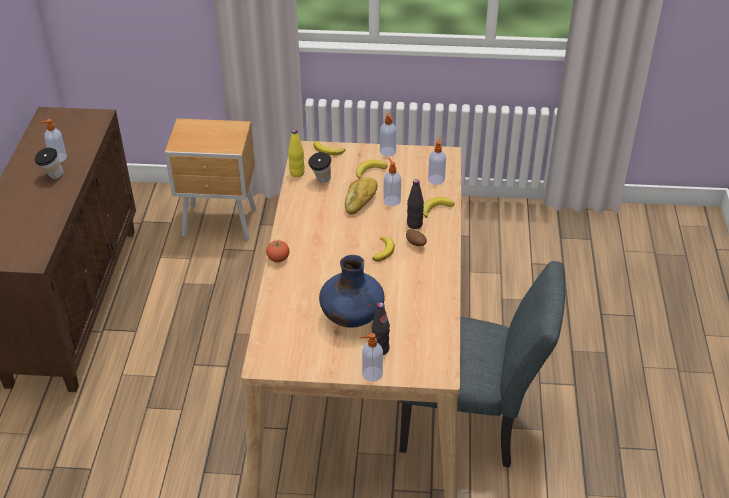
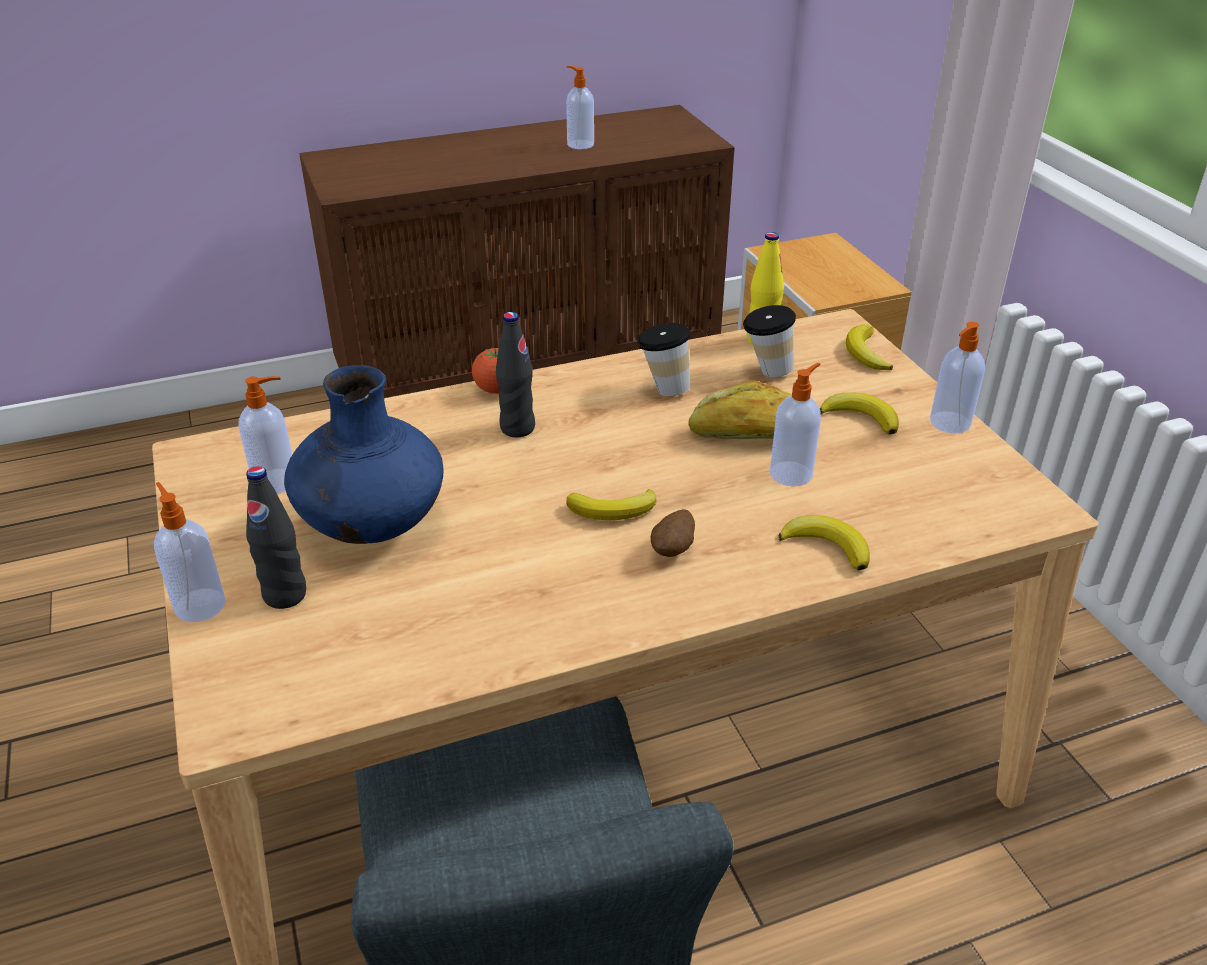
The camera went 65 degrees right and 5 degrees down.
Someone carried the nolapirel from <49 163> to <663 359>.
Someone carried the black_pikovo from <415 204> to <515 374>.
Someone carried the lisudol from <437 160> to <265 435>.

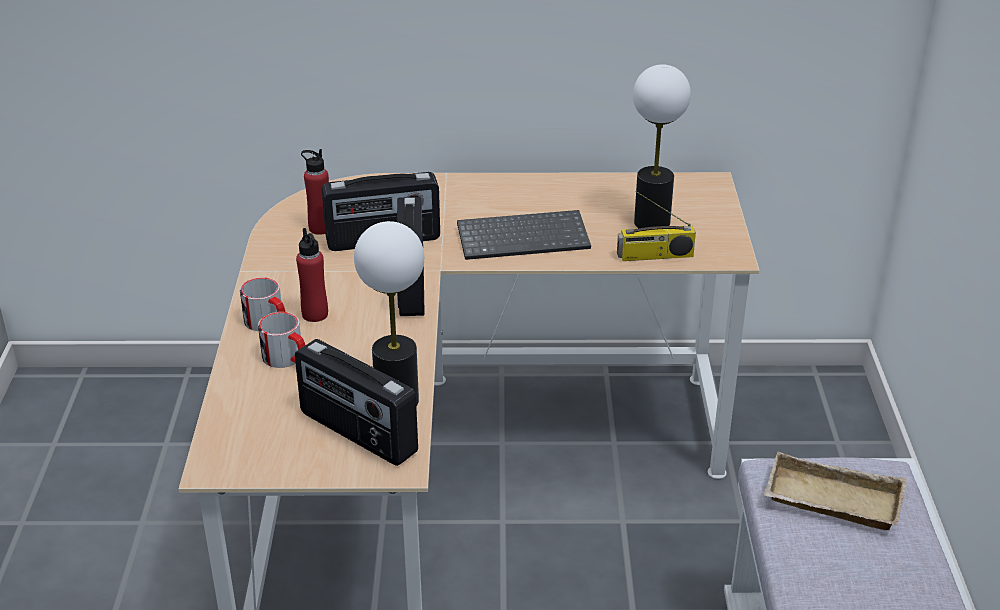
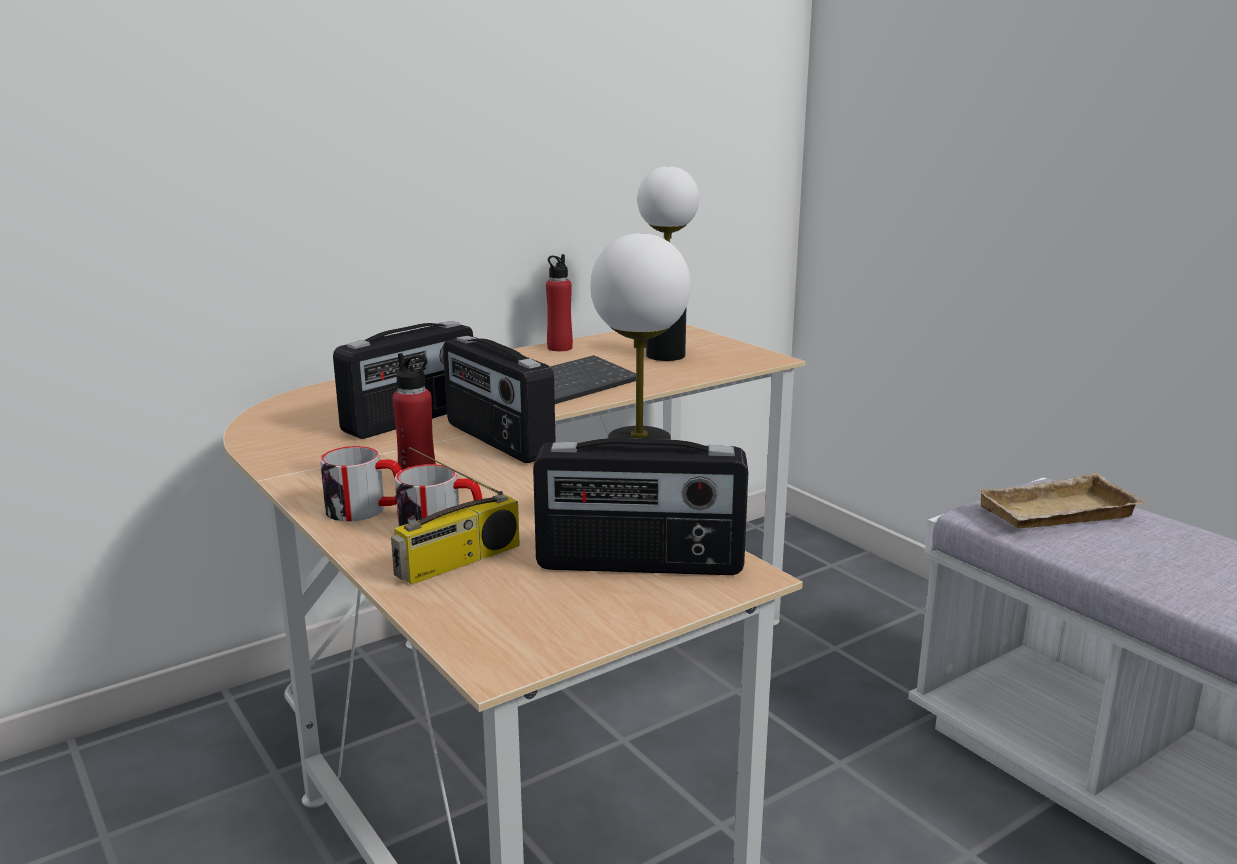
The camera went 35 degrees left and 15 degrees down.
Someone carried the red_pikovo from <315 192> to <559 302>.
Someone carried the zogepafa from <656 226> to <455 516>.

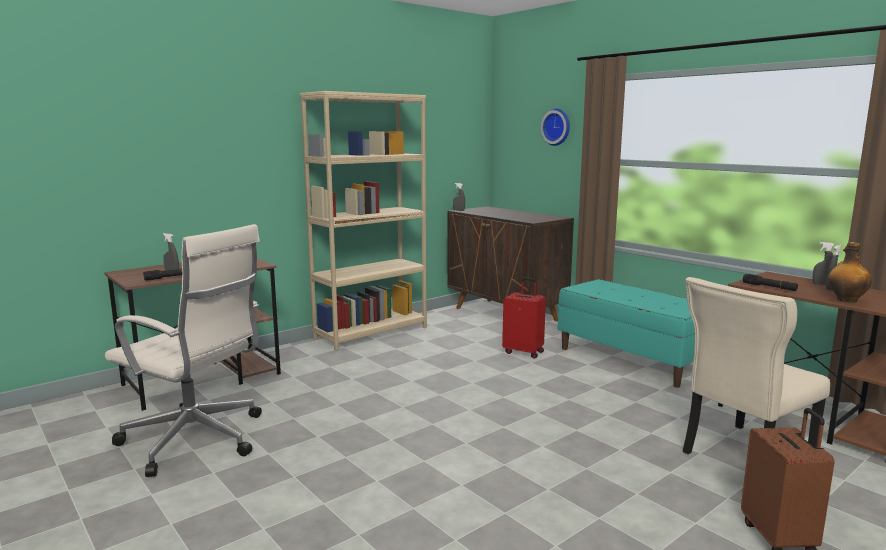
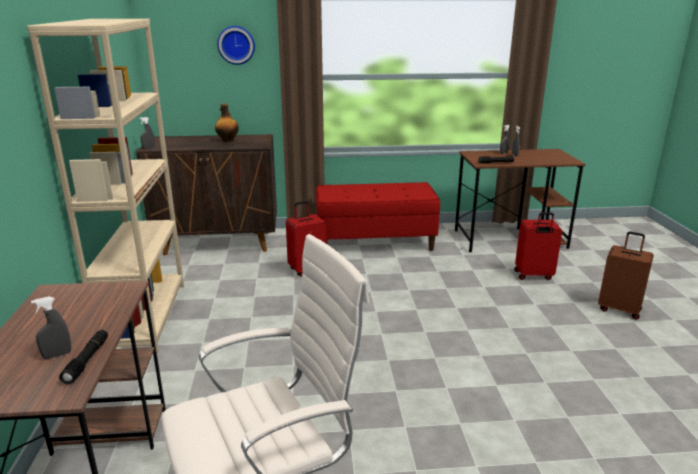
The camera went 55 degrees left and 10 degrees up.
Someone carried the pikovo from <850 272> to <227 122>.
Someone swapped the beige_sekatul at <756 365> for the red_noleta at <538 246>.
Someone repainted the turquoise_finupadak at <626 333>, which became the red_finupadak at <378 216>.

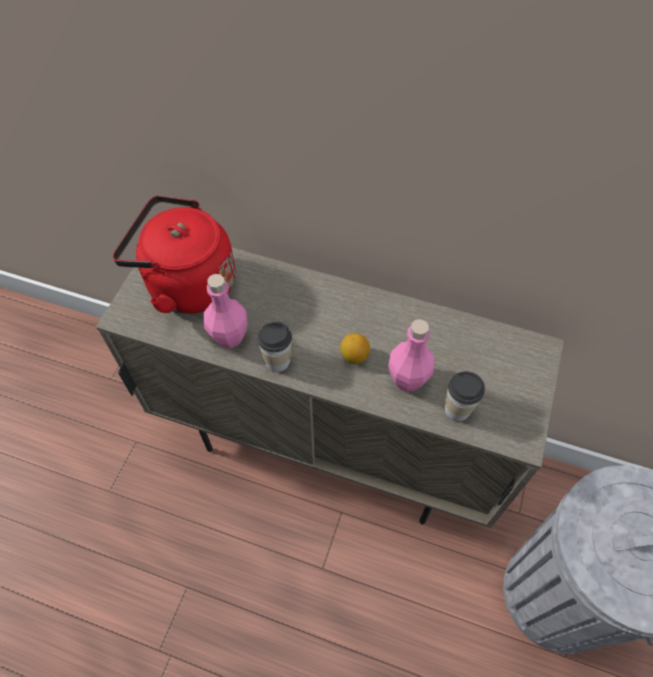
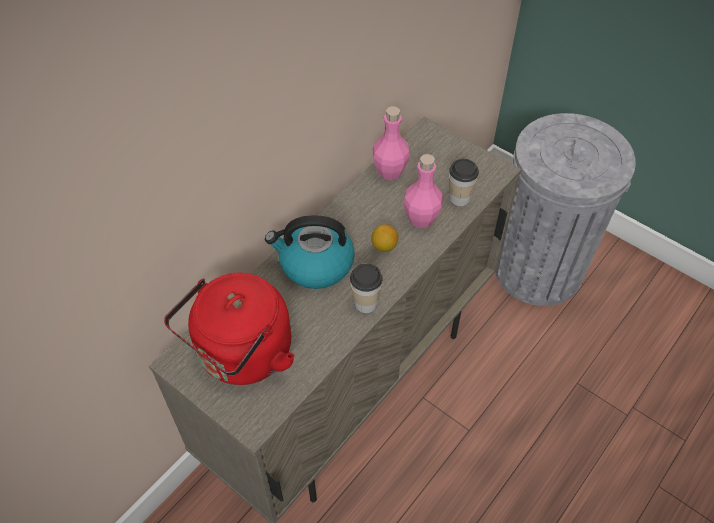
The camera went 70 degrees left and 5 degrees down.
Someone put down the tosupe at <310 252>.
Someone carried the pink_pikovo from <225 311> to <391 143>.

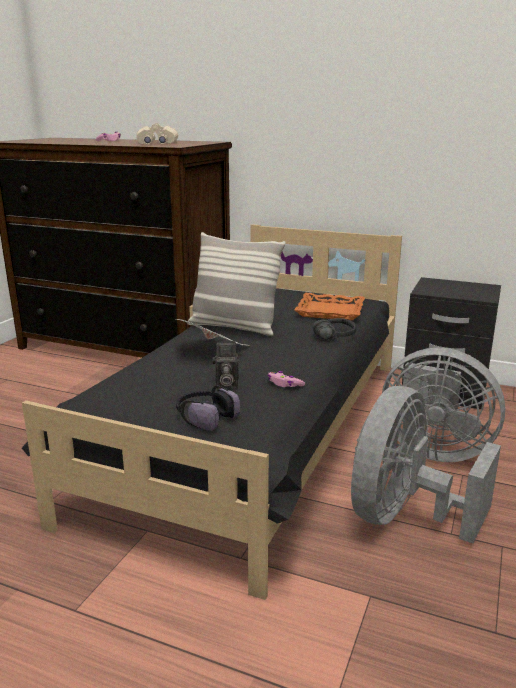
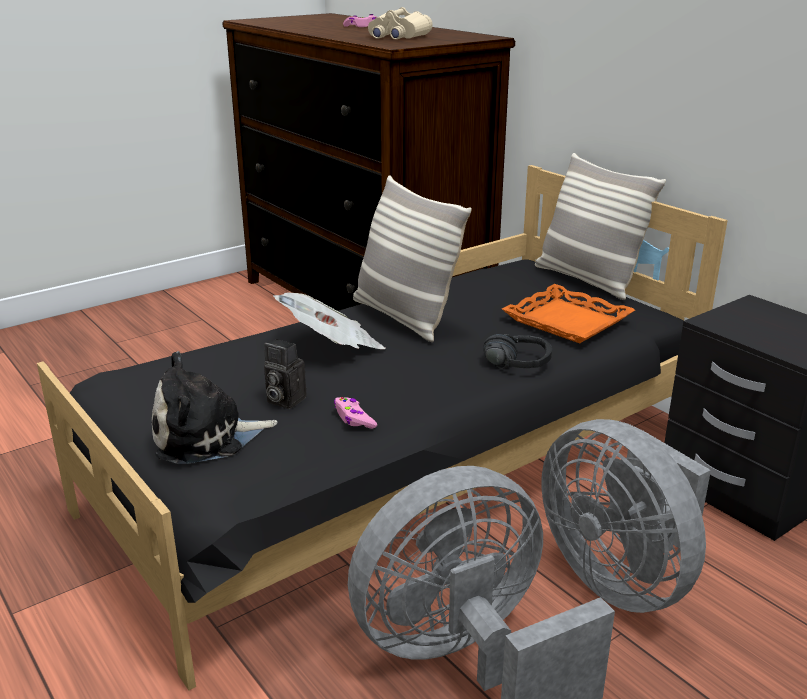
The camera went 30 degrees right and 5 degrees up.
Someone put down the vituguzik at <600 226>.
Someone swapped the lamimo at <208 408> for the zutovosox at <215 407>.

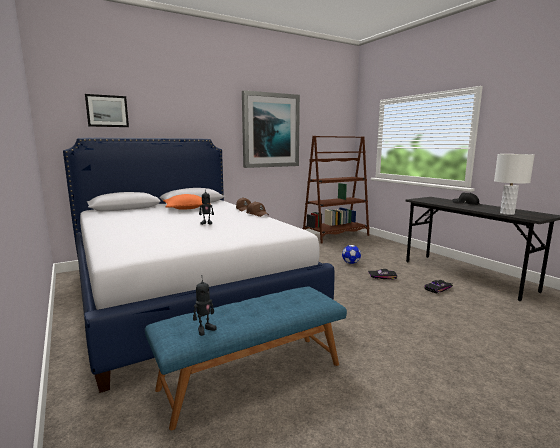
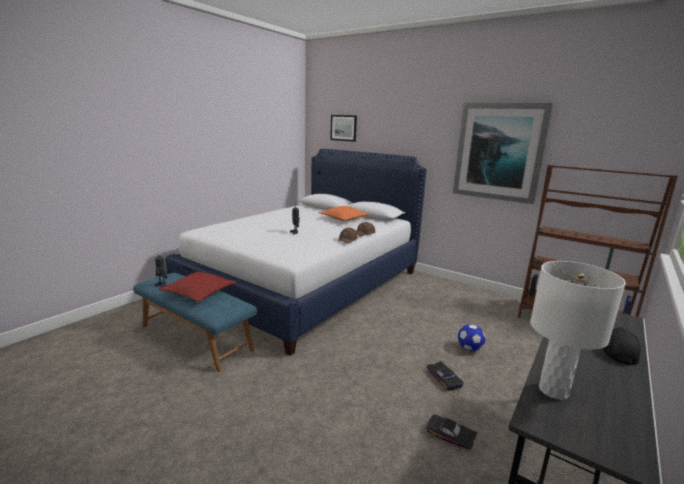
The camera went 65 degrees right and 5 degrees up.
Someone put down the red_vituguzik at <197 286>.

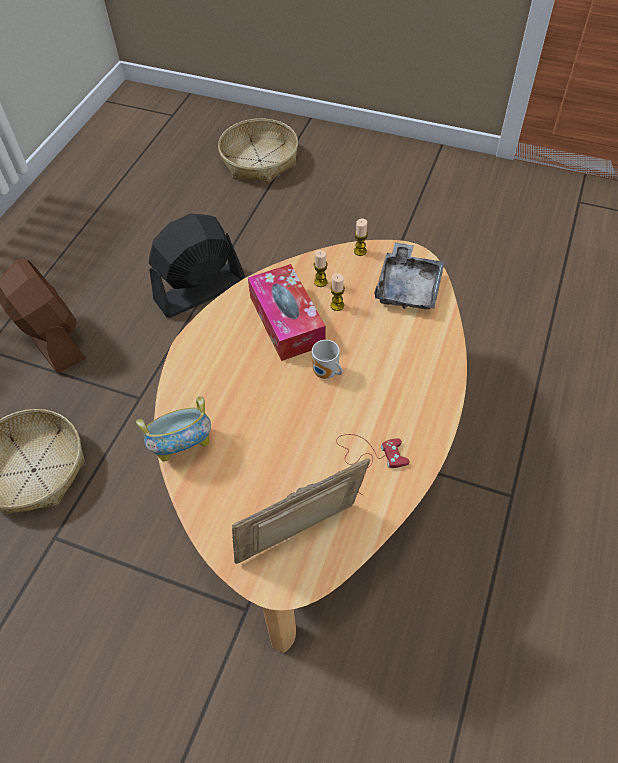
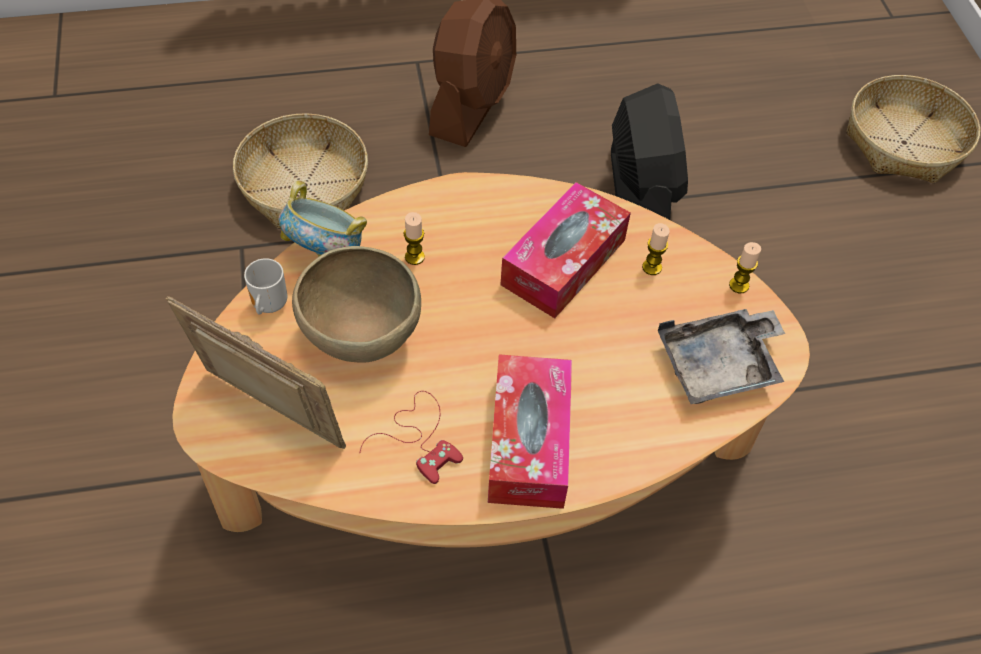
The camera went 55 degrees right and 0 degrees up.
Someone put down the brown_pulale at <356 304>.
Someone put down the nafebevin at <530 431>.
Someone carried the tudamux from <327 359> to <265 286>.
Someone carried the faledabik from <337 292> to <414 238>.
Someone rotated the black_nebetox at <197 266> by 60 degrees clockwise.

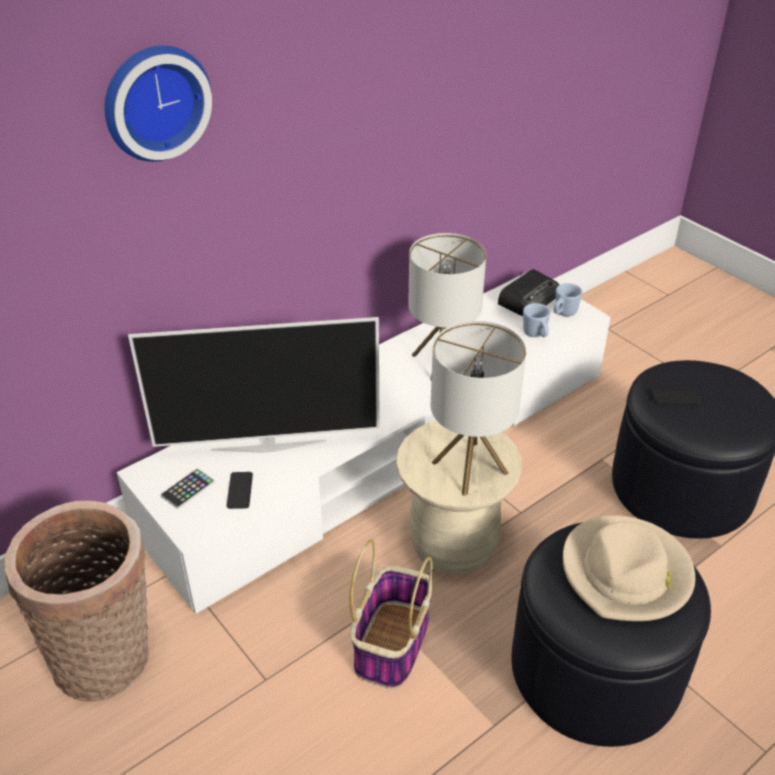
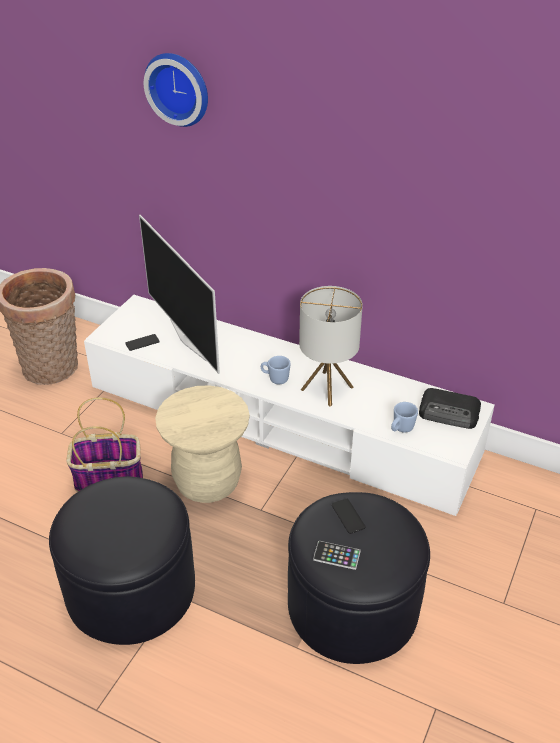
The camera went 65 degrees right and 0 degrees up.
Someone took away the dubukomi at <478 408>.
Someone took away the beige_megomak at <629 568>.
Someone carried the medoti from <188 489> to <337 555>.
Someone carried the blue_tudamux from <568 299> to <276 370>.

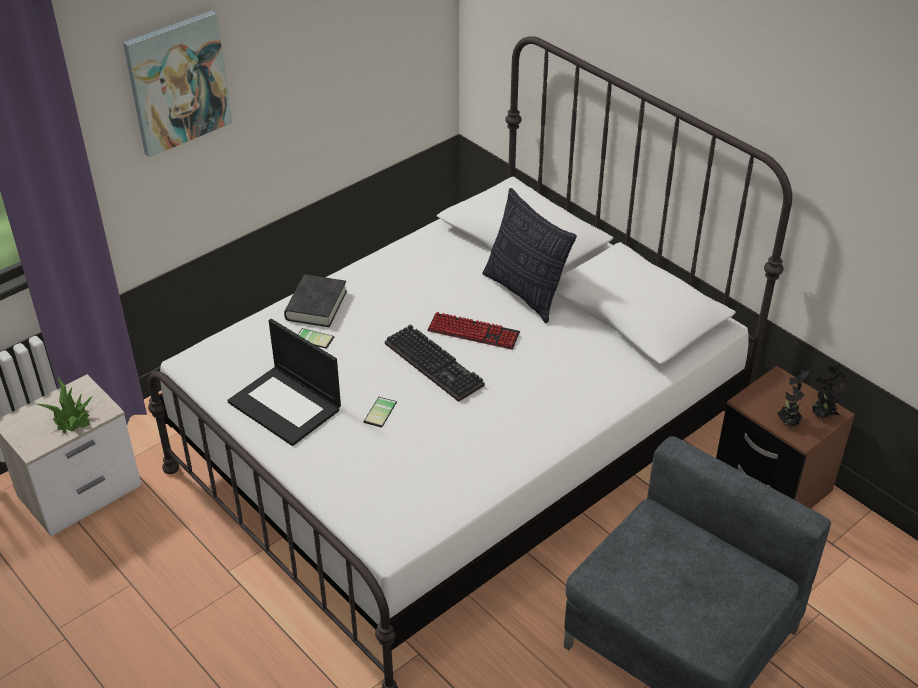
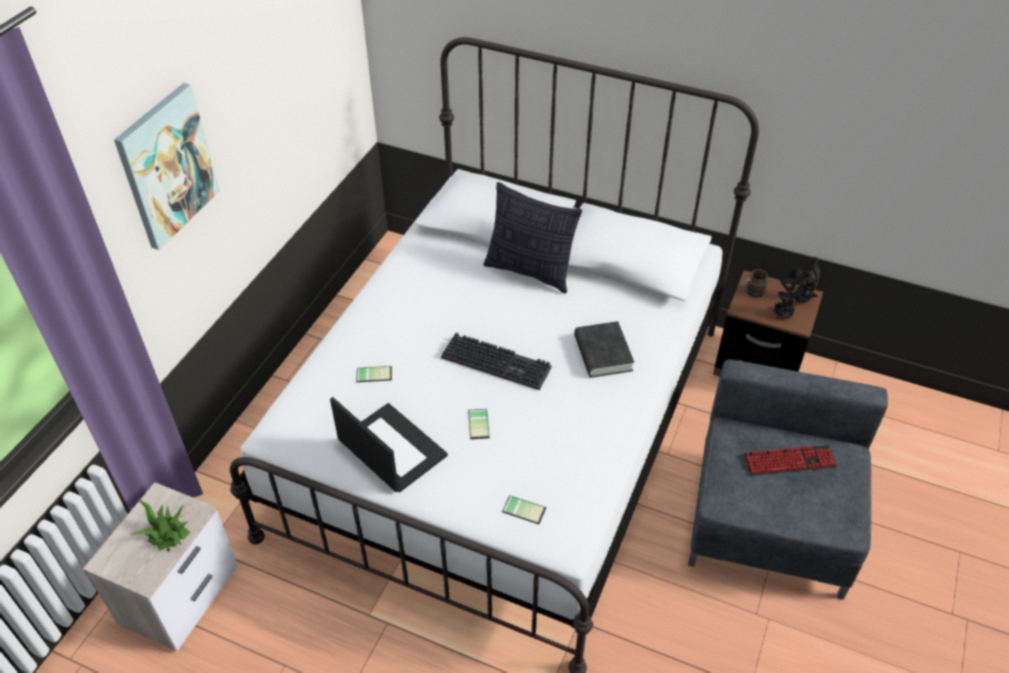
The camera went 25 degrees left and 5 degrees up.
Someone put down the medoti at <524 510>.
Someone put down the brown_tudamux at <755 283>.
Someone carried the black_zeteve from <315 301> to <604 349>.
Someone carried the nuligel from <473 331> to <790 460>.
Someone rotated the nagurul at <284 382> by 150 degrees counterclockwise.

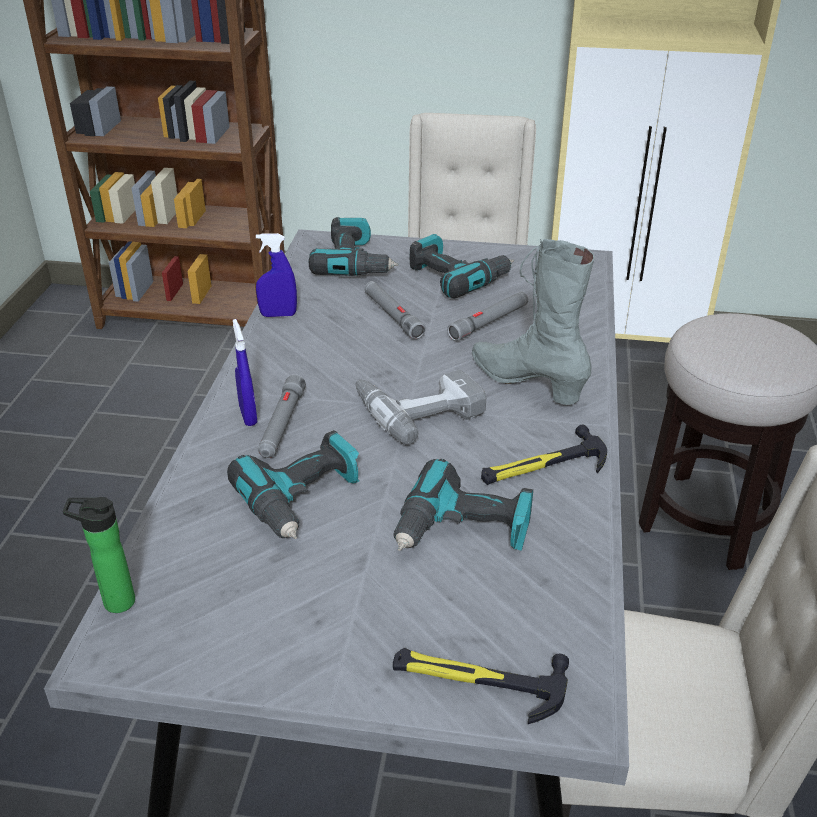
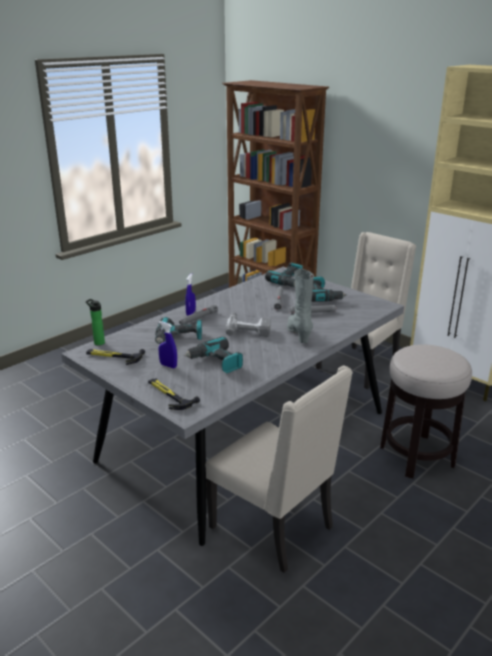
The camera went 35 degrees right and 10 degrees down.
Someone carried the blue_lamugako from <276 275> to <168 344>.
Someone carried the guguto from <544 455> to <115 357>.

